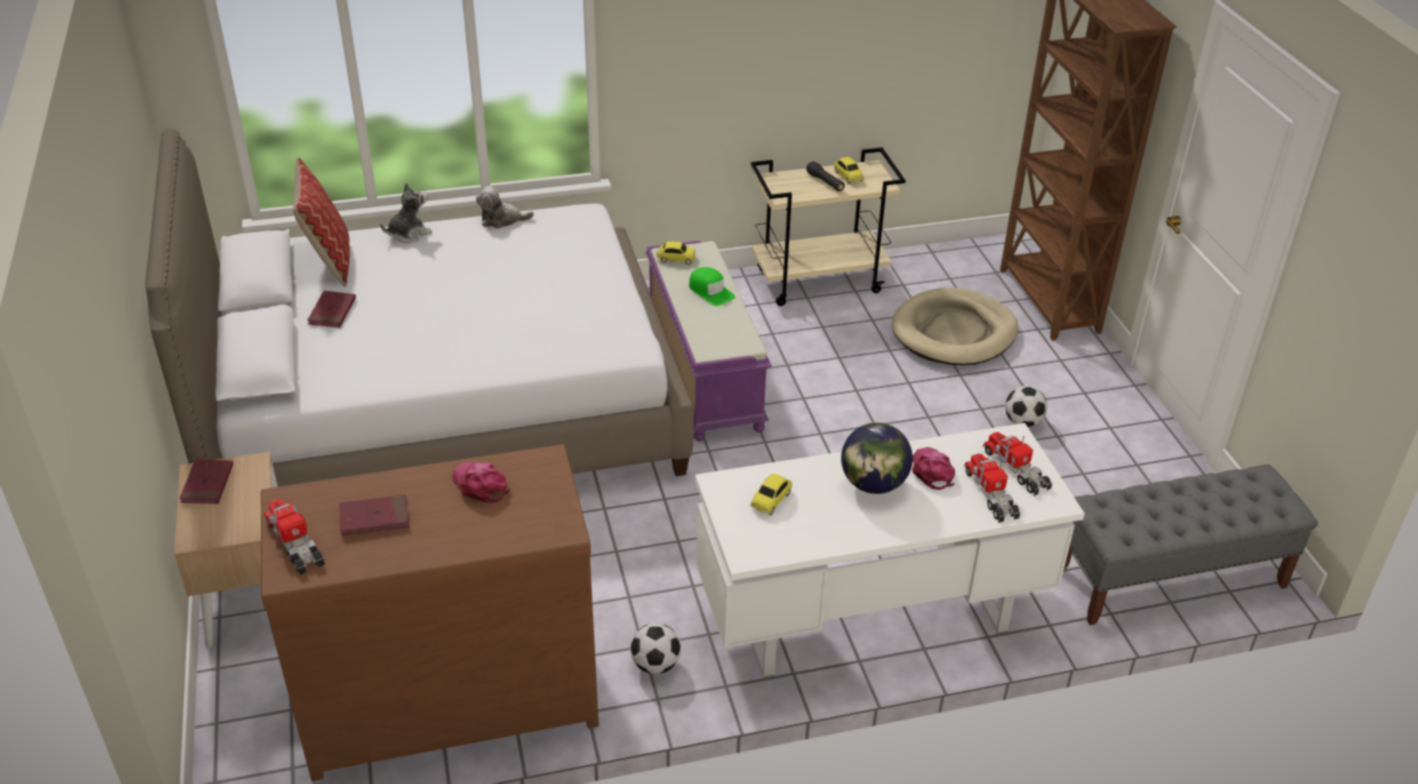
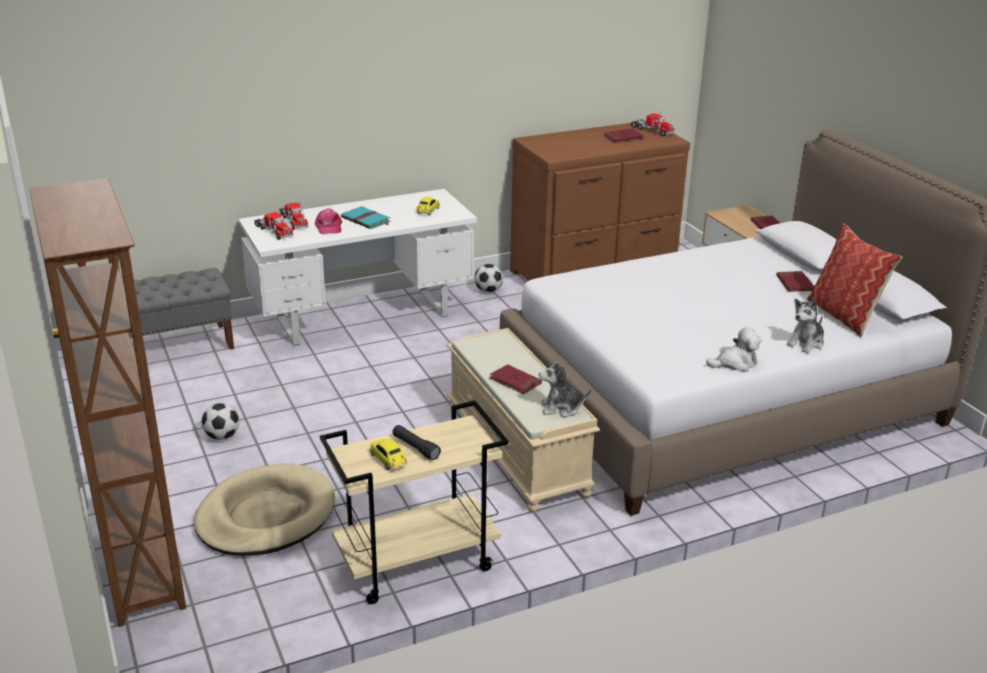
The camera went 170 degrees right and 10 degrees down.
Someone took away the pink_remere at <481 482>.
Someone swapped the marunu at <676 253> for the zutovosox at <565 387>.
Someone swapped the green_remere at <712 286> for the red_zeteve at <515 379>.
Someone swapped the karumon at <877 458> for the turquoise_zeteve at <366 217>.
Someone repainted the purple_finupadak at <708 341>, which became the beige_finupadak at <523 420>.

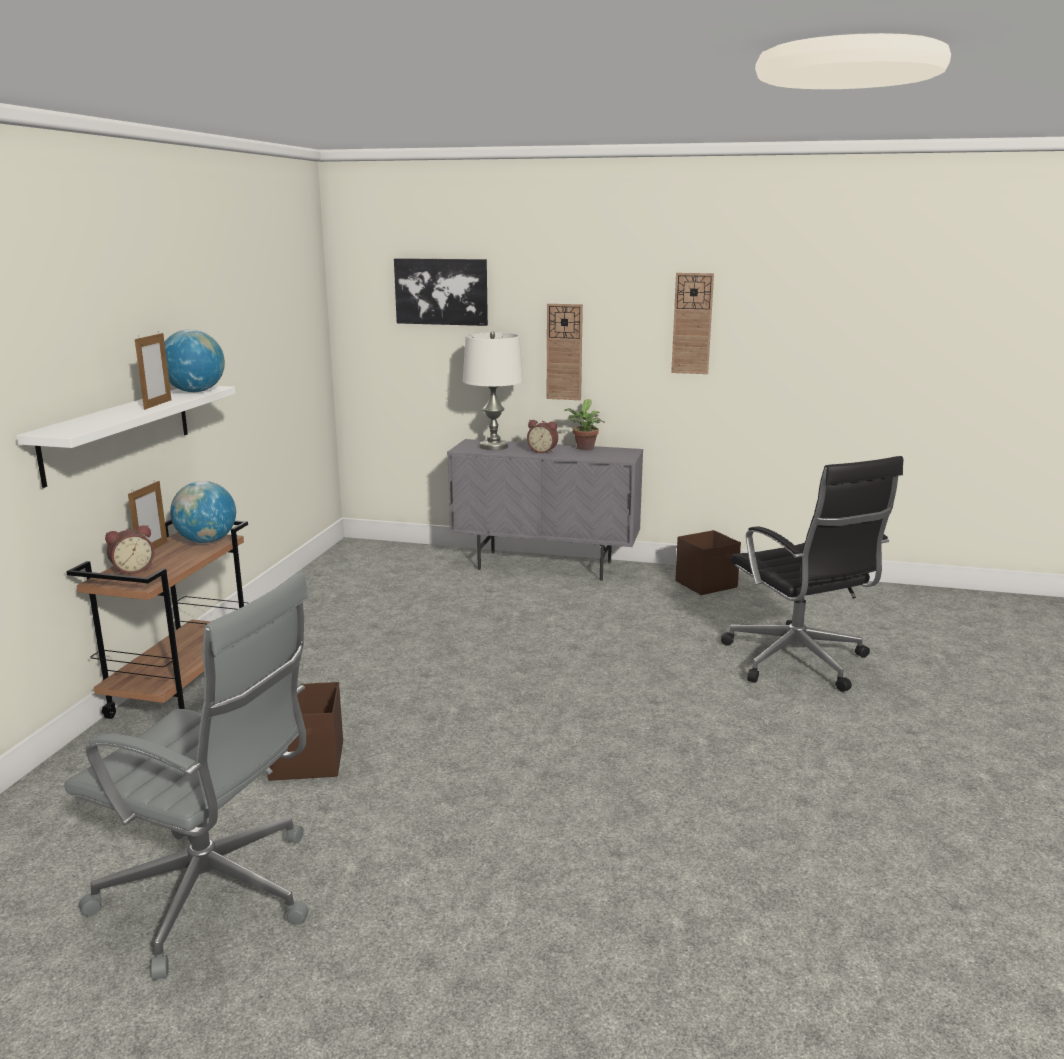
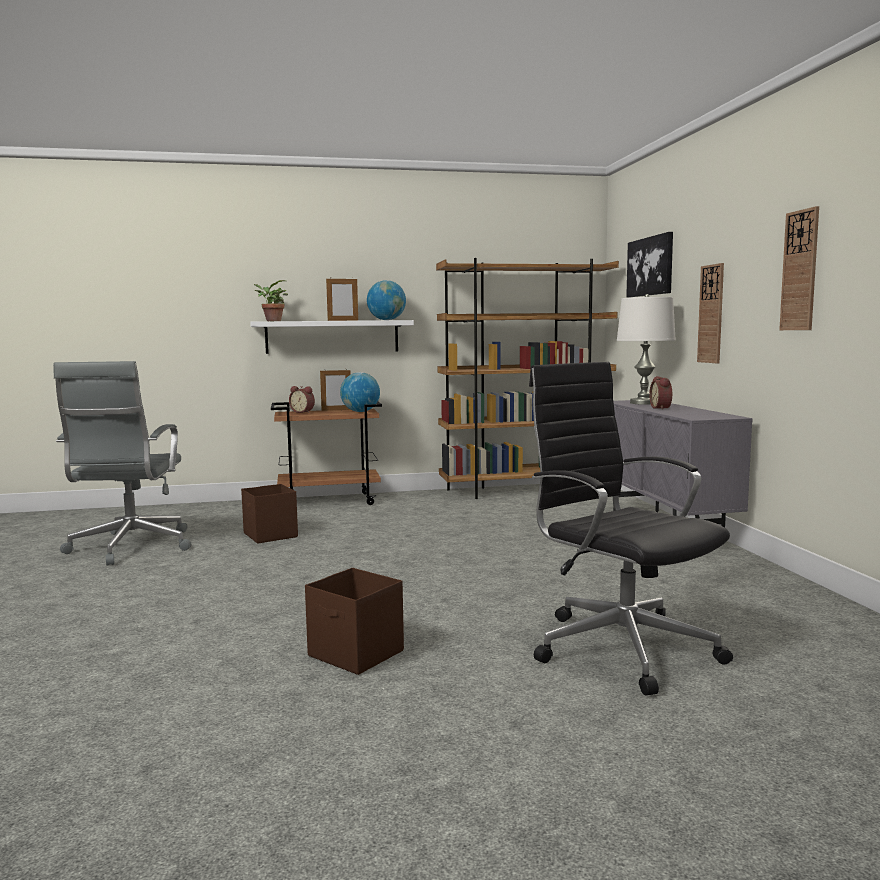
The camera went 65 degrees right and 10 degrees down.
Someone put down the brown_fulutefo at <527 378>.
Someone carried the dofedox from <584 424> to <271 300>.
Someone carried the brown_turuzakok from <708 562> to <354 621>.
Someone rotated the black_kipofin at <812 574> by 105 degrees clockwise.

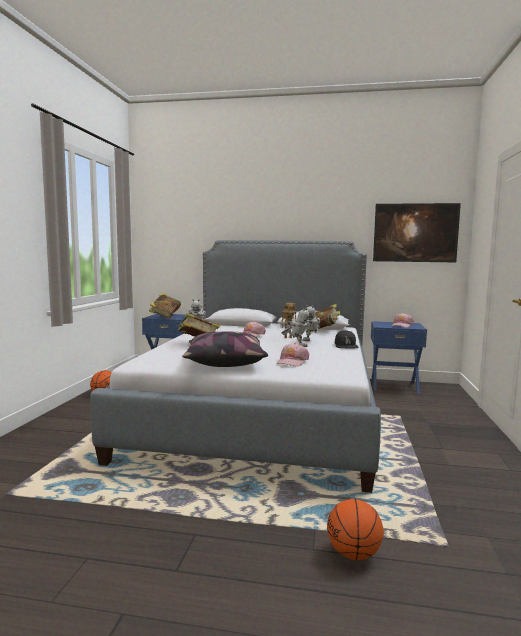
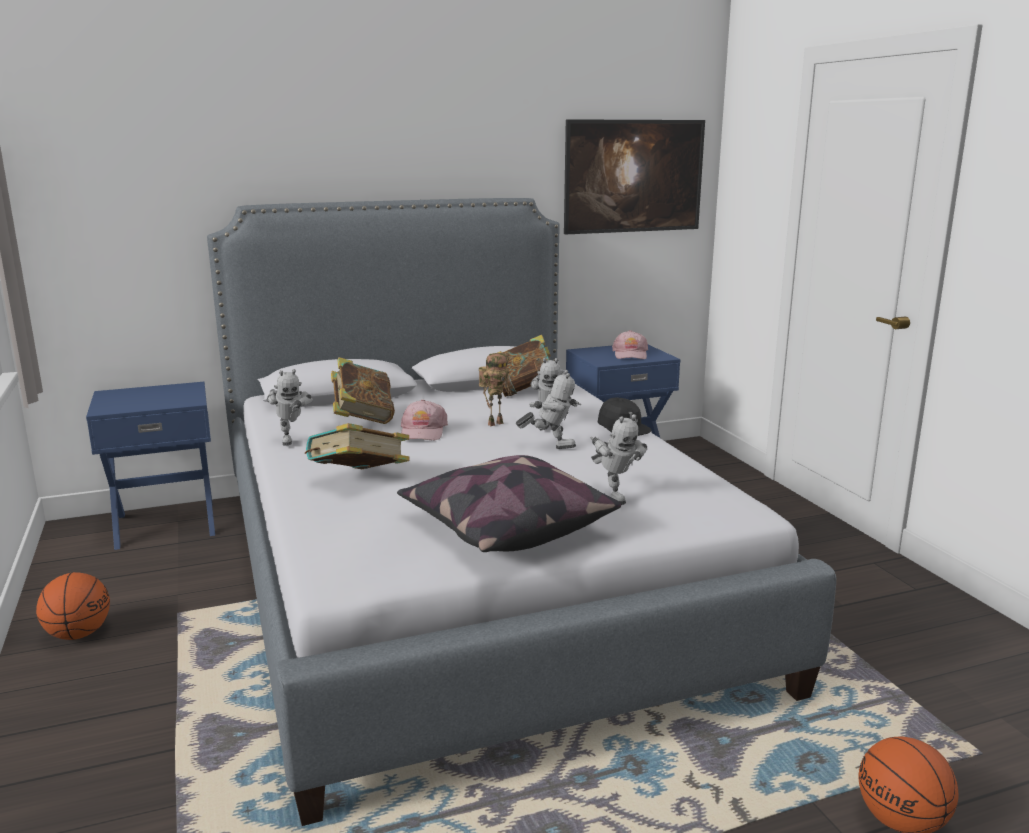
The camera went 30 degrees left and 10 degrees up.
Someone carried the zeteve from <165 306> to <363 390>.
Someone swapped the pink_remere at <293 354> for the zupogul at <619 459>.

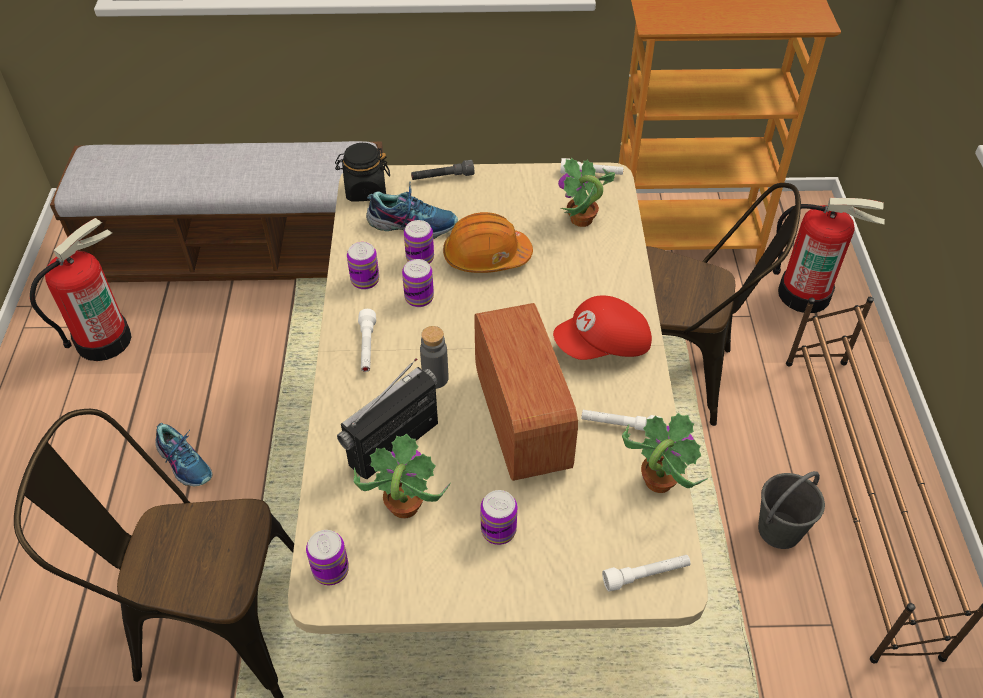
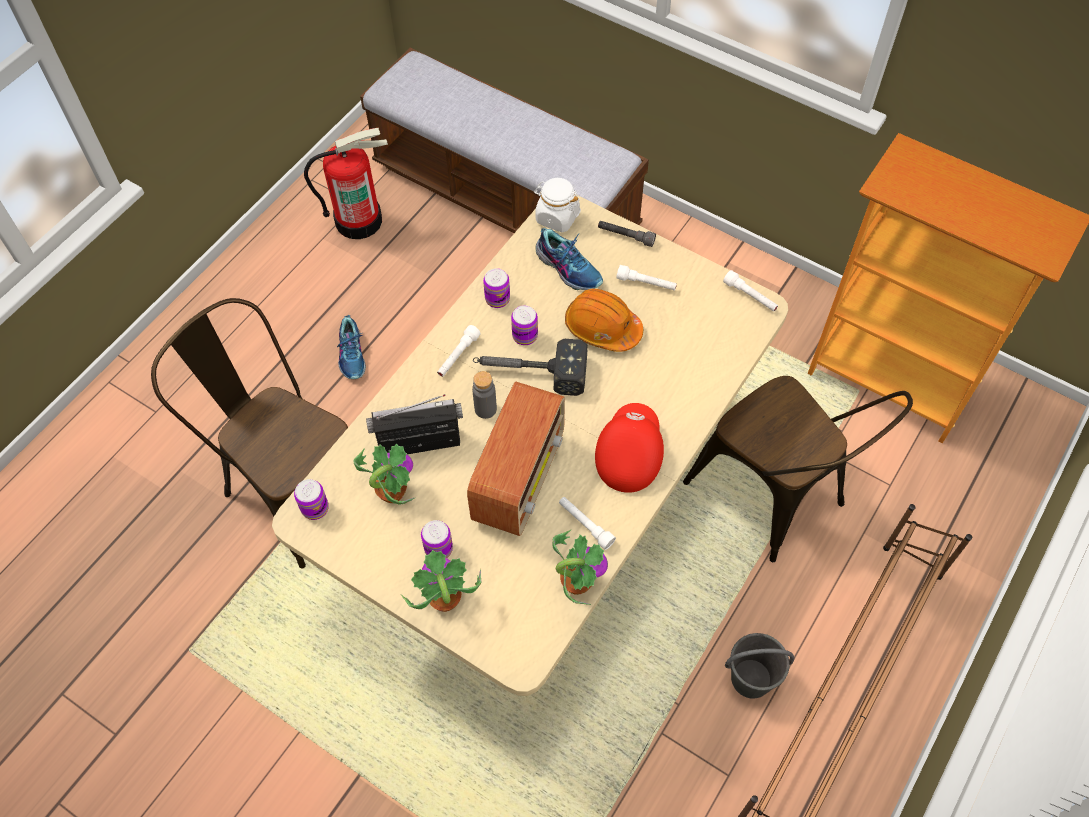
The camera went 35 degrees right and 10 degrees up.
Someone took away the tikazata at <419 242>.
Someone took away the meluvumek at <829 255>.
Someone put down the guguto at <530 367>.
Someone carried the dofedox from <586 192> to <441 581>.
Someone carried the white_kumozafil from <646 573> to <646 278>.
Someone repainted the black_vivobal at <362 172>, which became the white_vivobal at <557 205>.
Someone rotated the red_remere at <602 327> by 90 degrees clockwise.

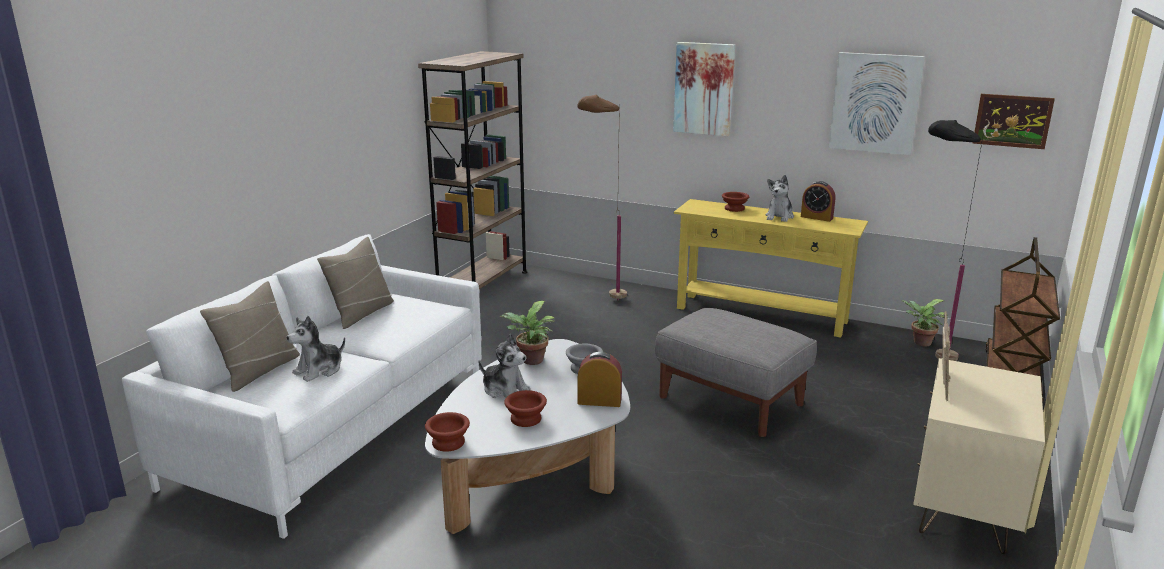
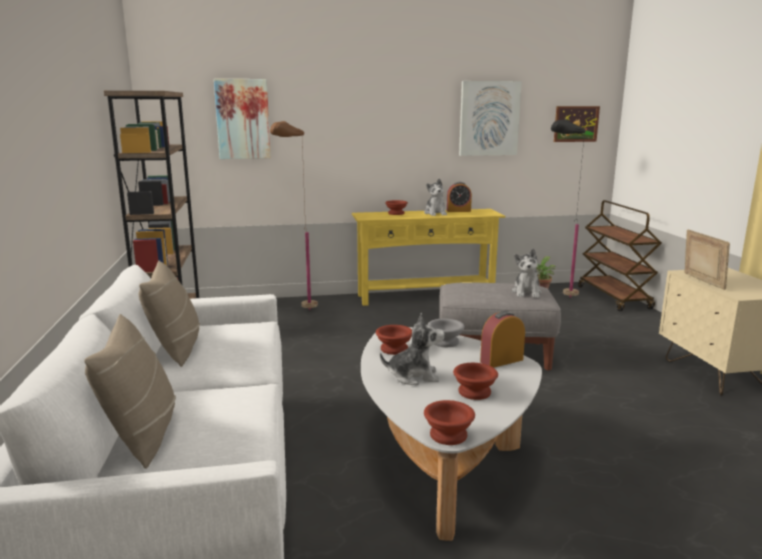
The camera went 35 degrees left and 5 degrees down.
Someone carried the zutovosox from <316 349> to <527 273>.
Someone carried the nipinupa from <704 89> to <242 119>.
Someone swapped the dofedox at <526 333> for the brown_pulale at <394 340>.

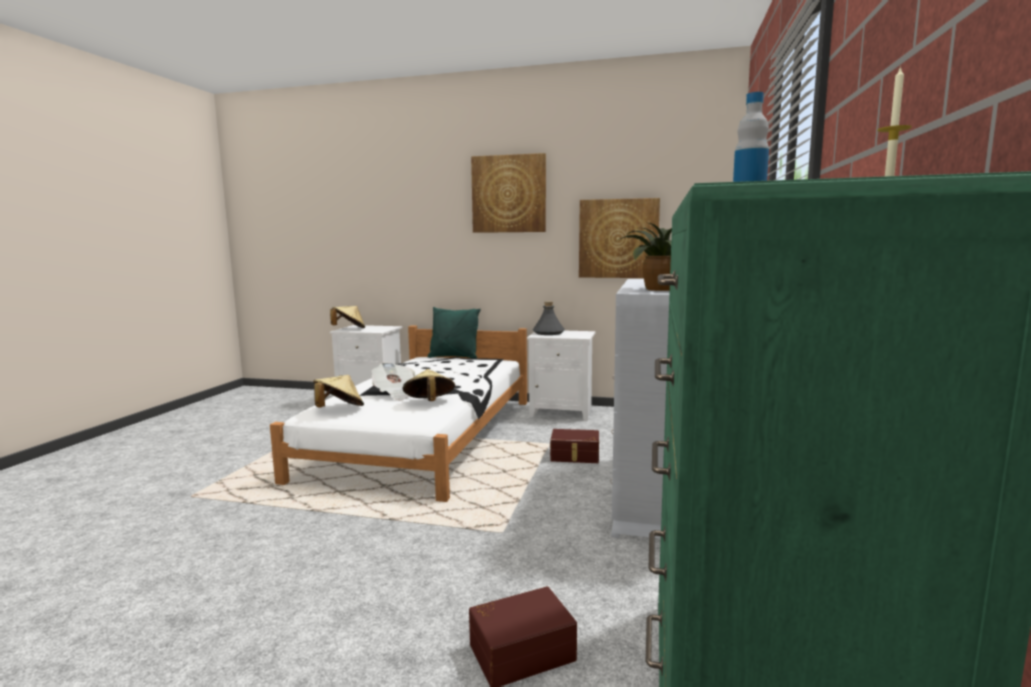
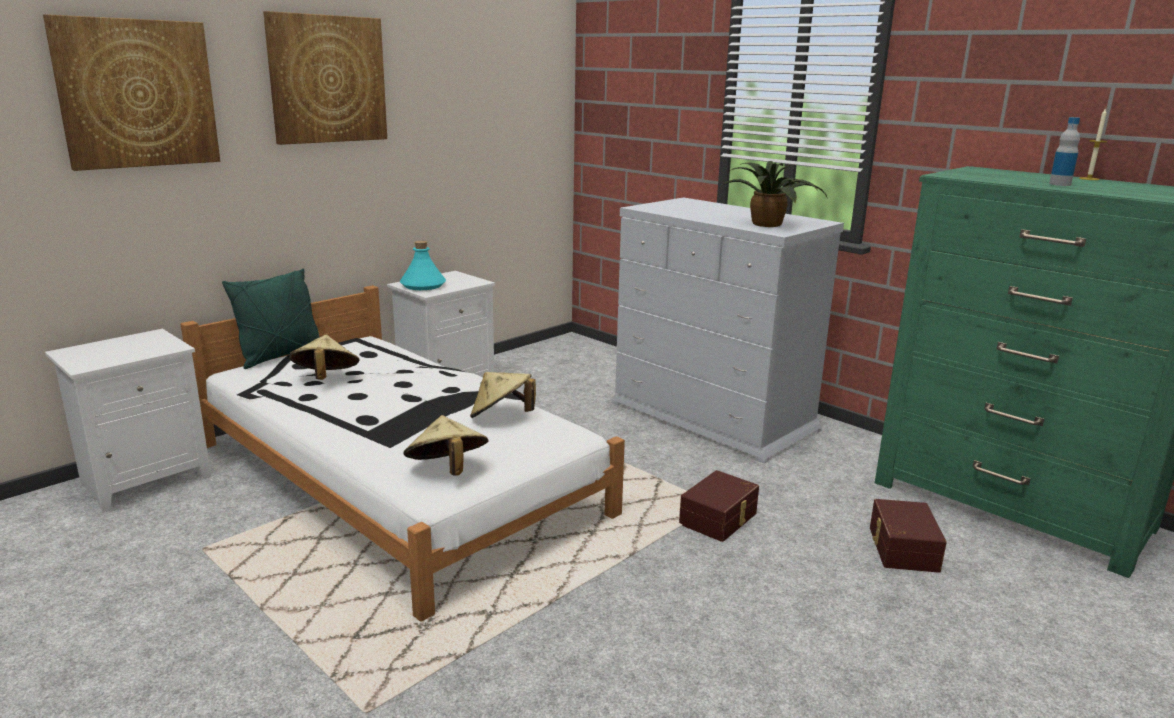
The camera went 60 degrees left and 10 degrees up.
Someone took away the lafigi at <393 381>.
Someone carried the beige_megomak from <347 317> to <324 357>.
Someone carried the brown_turuzakok from <574 446> to <719 506>.
Someone carried the nipinupa from <619 238> to <131 92>.
Someone repainted the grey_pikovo at <549 318>, which became the turquoise_pikovo at <423 265>.

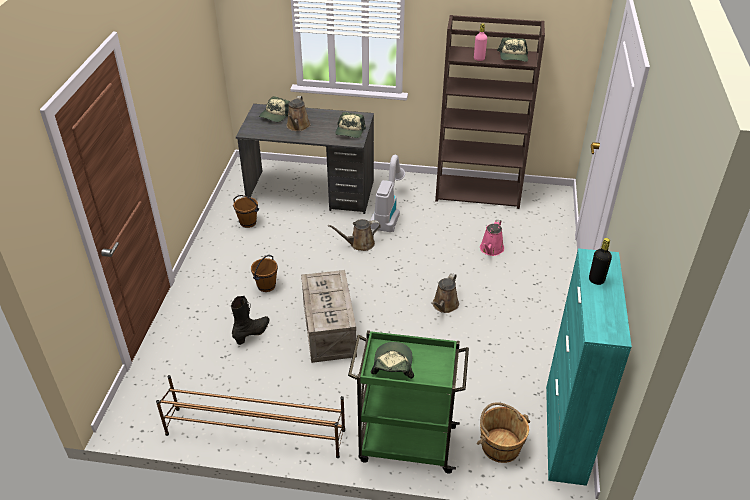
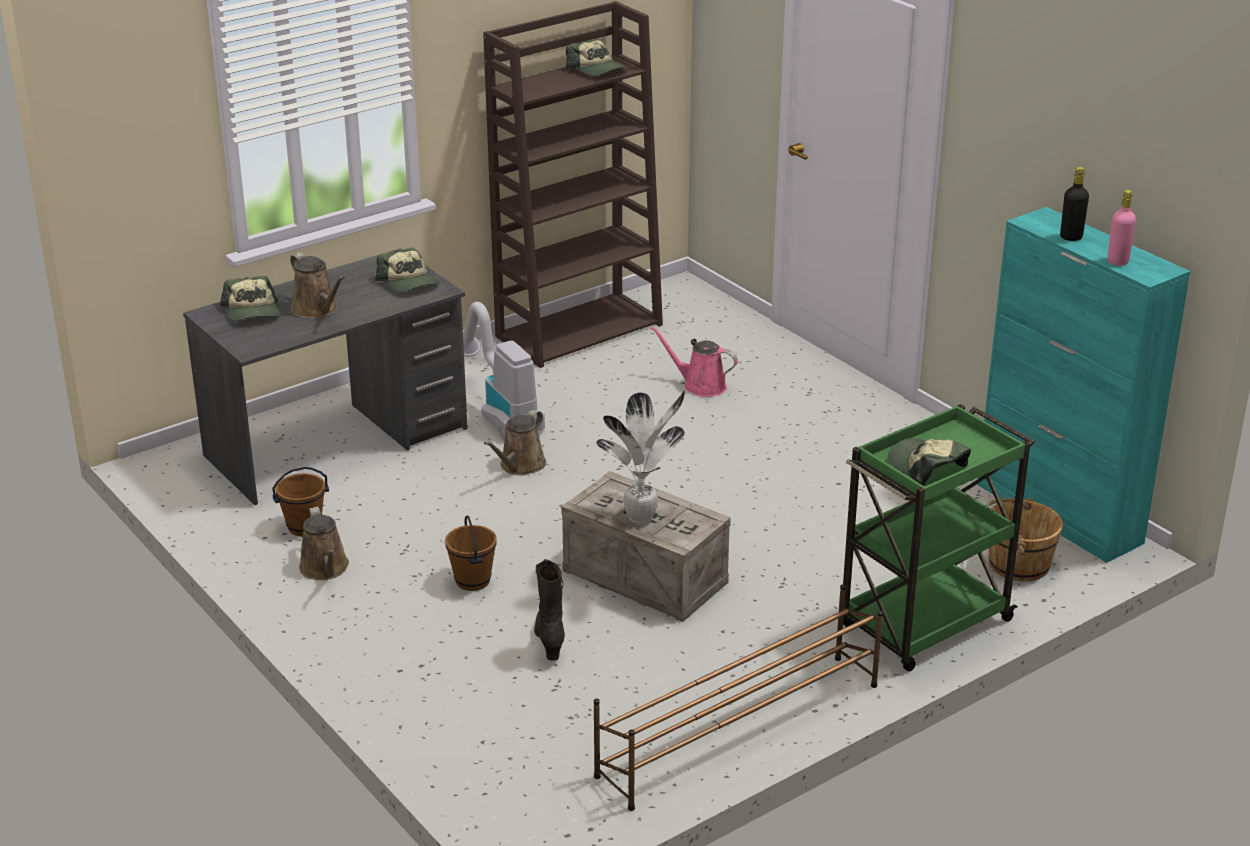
The camera went 45 degrees left and 10 degrees down.
Someone put down the dofedox at <640 457>.
Someone carried the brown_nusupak from <445 293> to <324 543>.
Someone carried the pink_pikovo from <480 42> to <1121 228>.
Someone rotated the pink_nusupak at <492 237> by 135 degrees clockwise.

